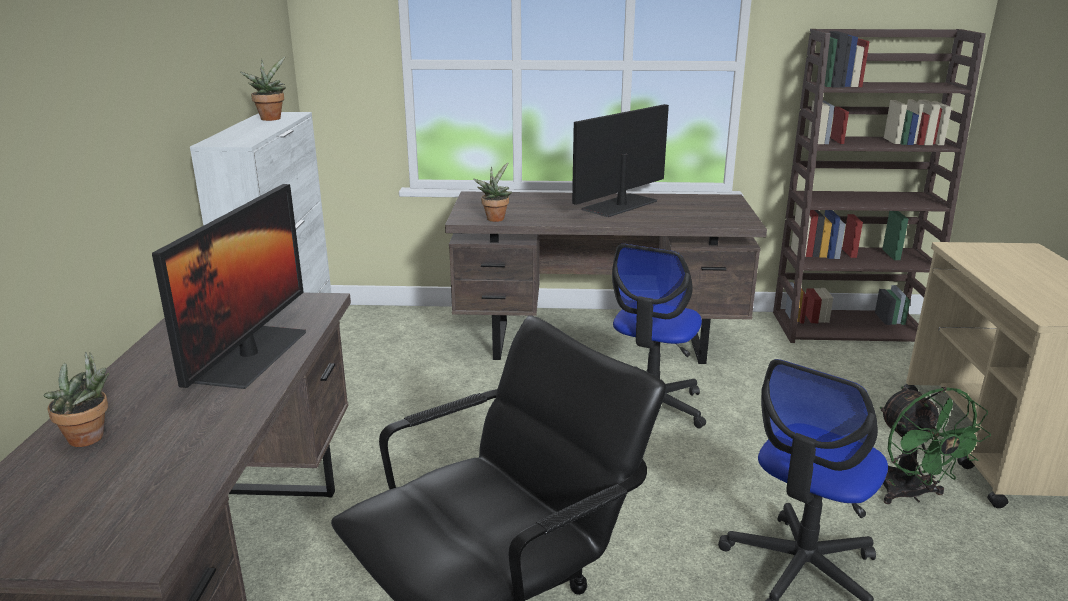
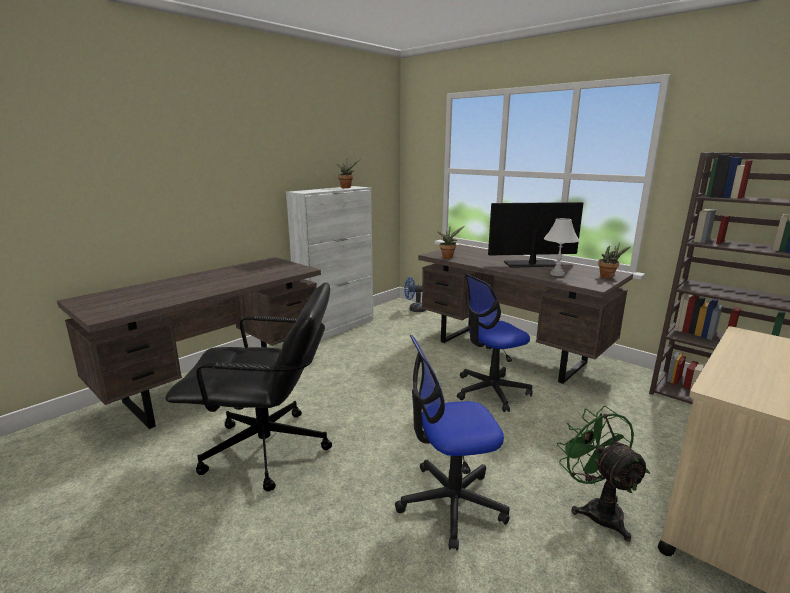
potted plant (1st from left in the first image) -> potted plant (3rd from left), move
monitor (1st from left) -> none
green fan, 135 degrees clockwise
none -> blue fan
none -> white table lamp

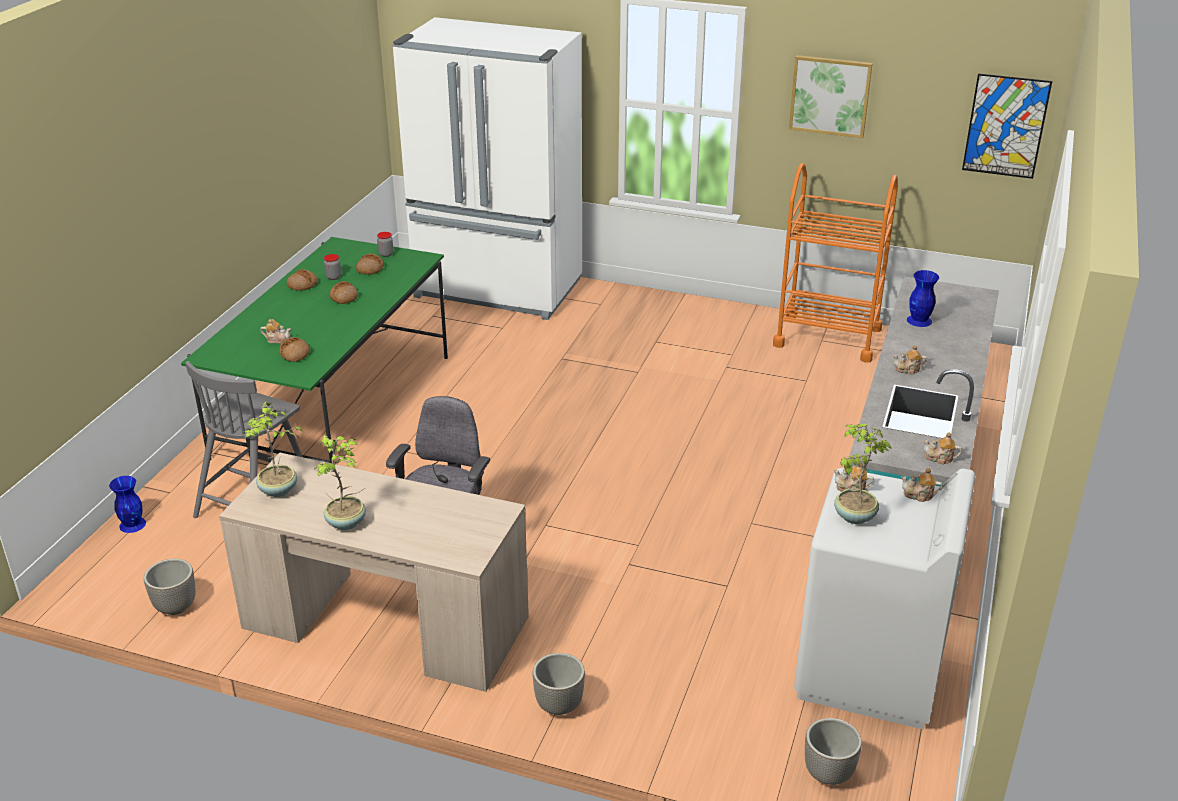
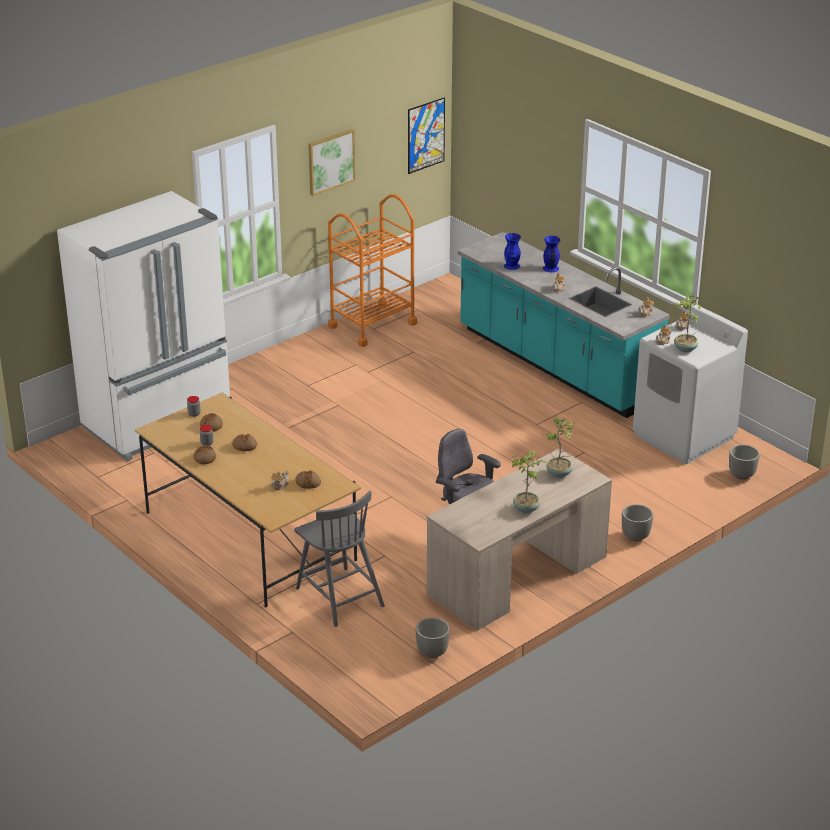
blue vase (1st from left in the first image) -> blue vase (2nd from left), move
green dining table -> beige dining table
potted plant (1st from left in the first image) -> potted plant (2nd from left), move

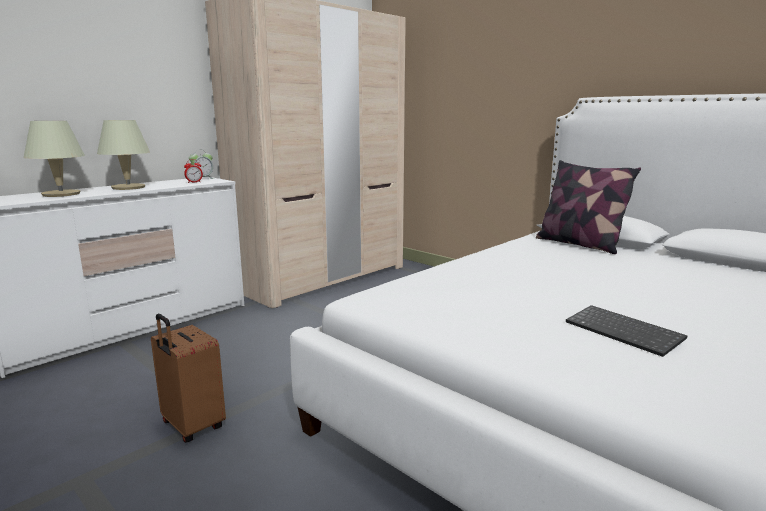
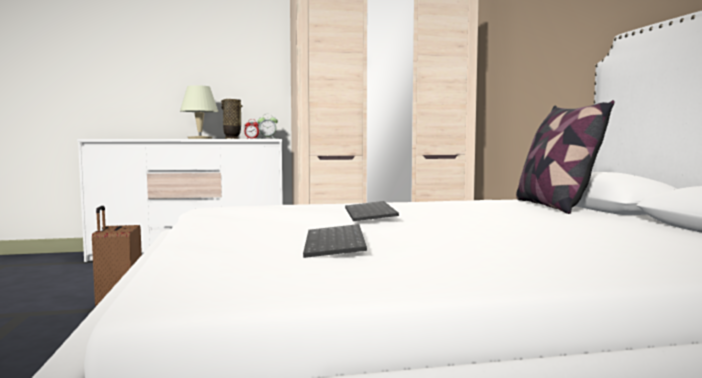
beige table lamp (1st from left) -> none
none -> vase
none -> keyboard (2nd from left)

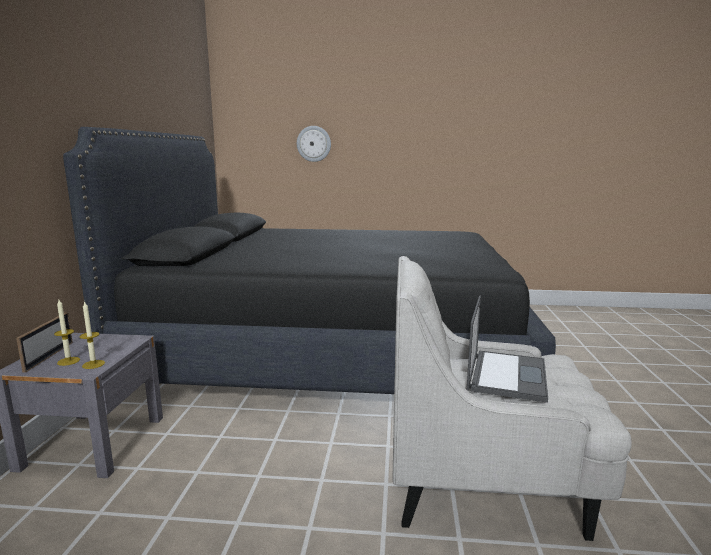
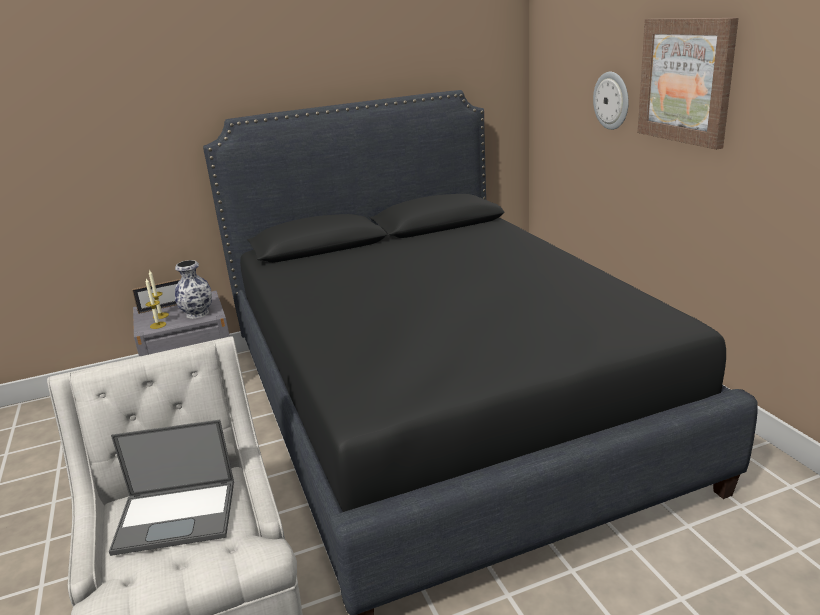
none -> vase
none -> picture

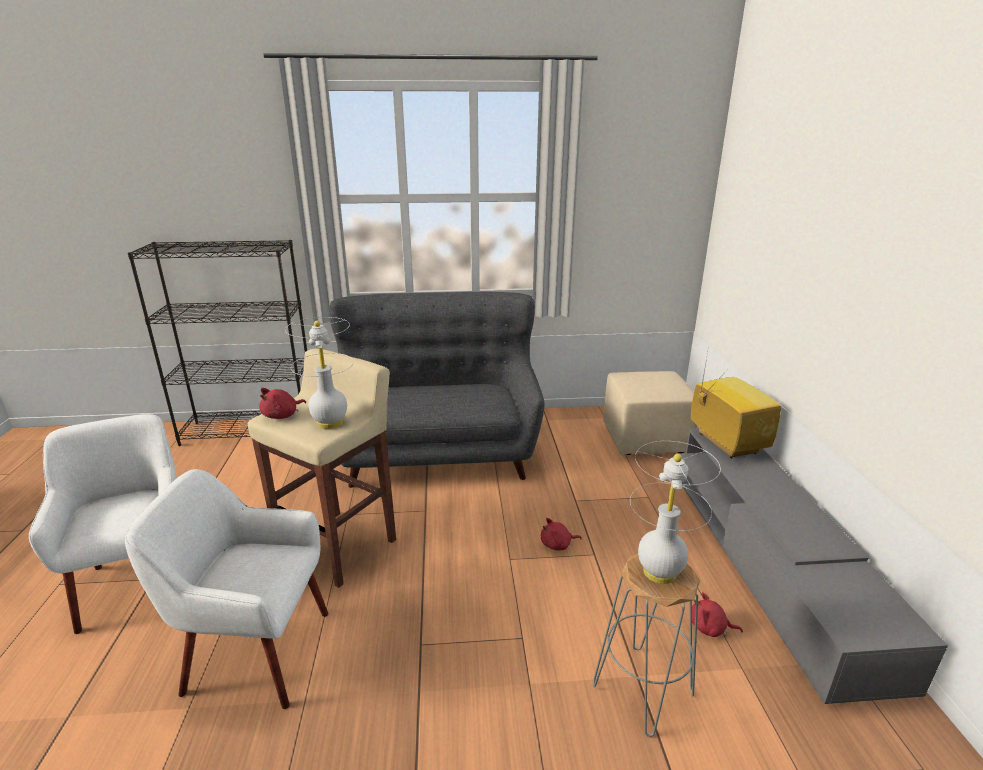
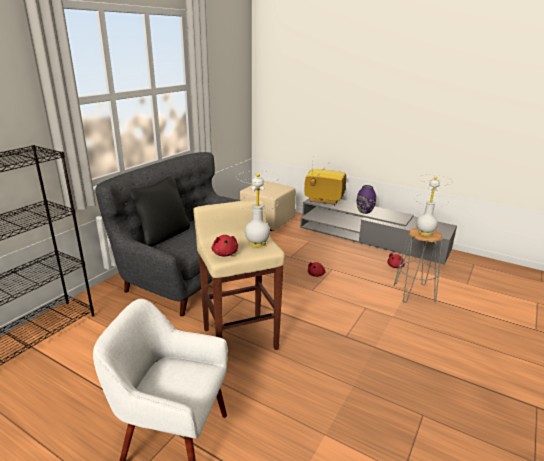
white armchair (2nd from left) -> none
none -> black pillow
none -> purple vase

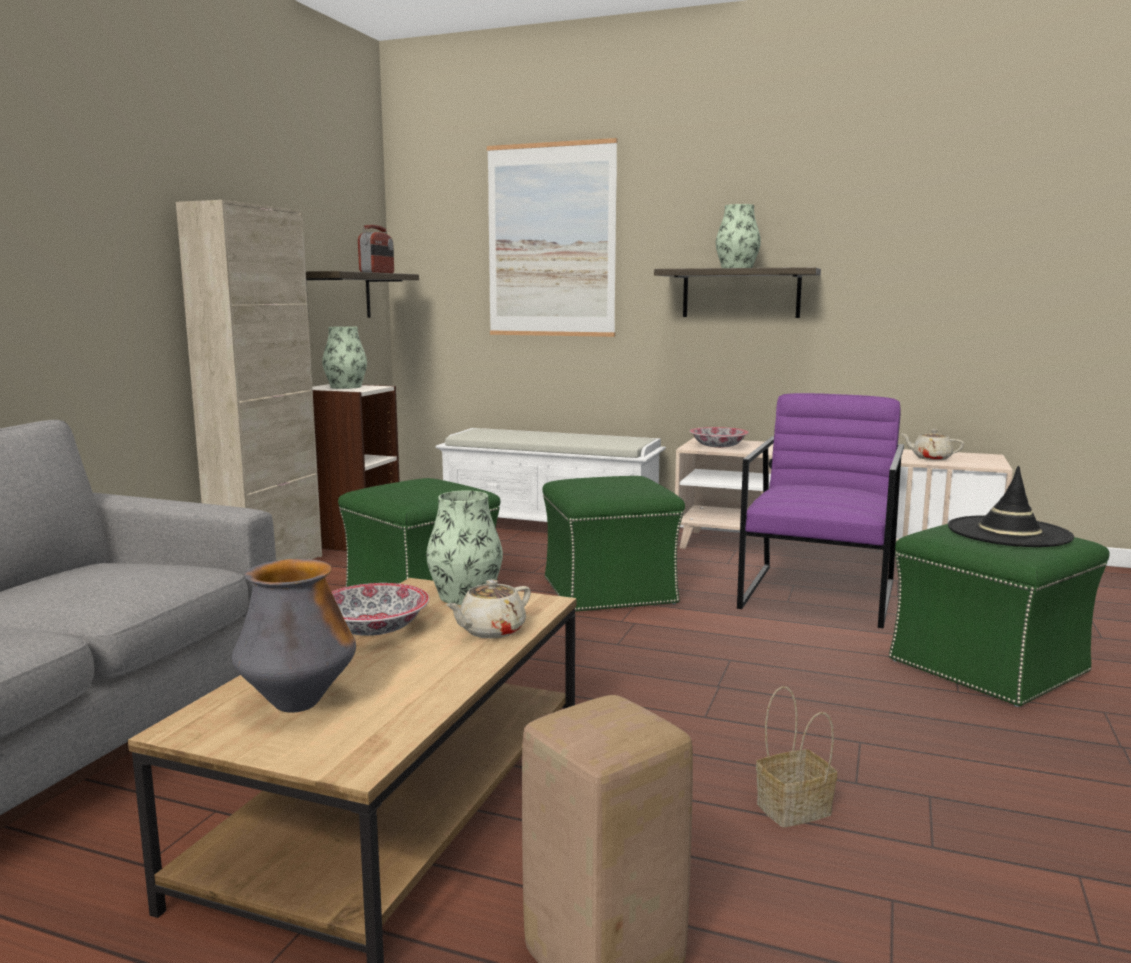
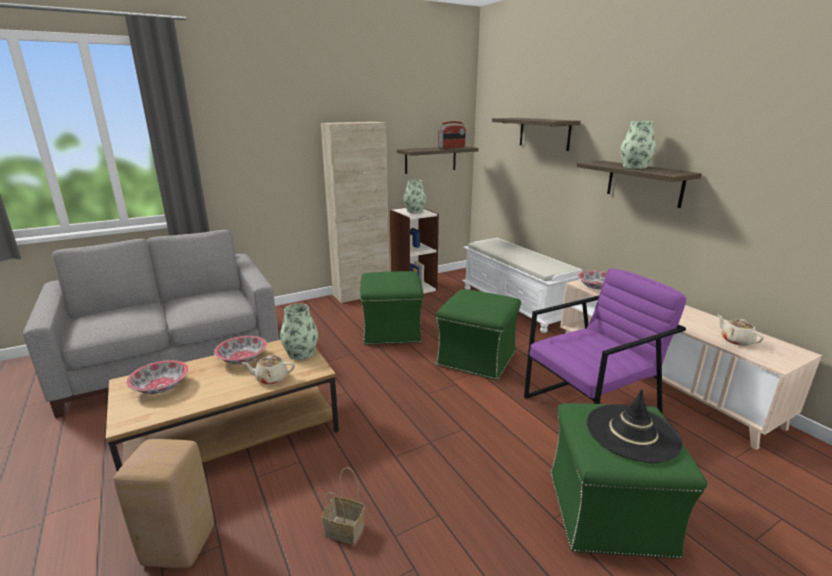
vase (1st from left) -> bowl (1st from left)
picture -> shelf (2nd from left)

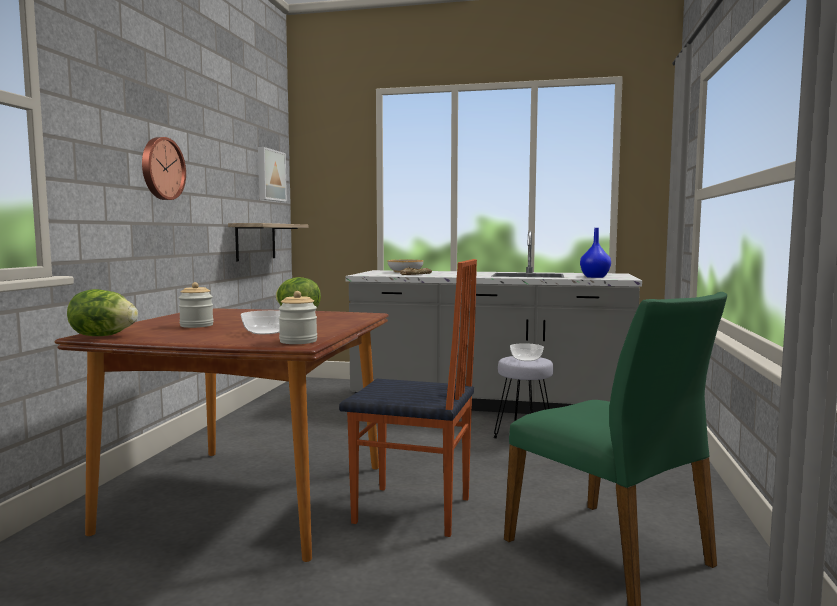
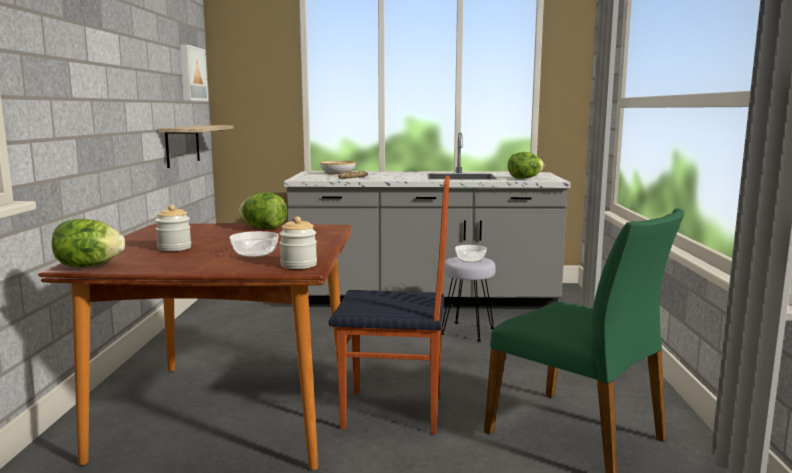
wall clock -> none
blue vase -> lettuce (3rd from left)

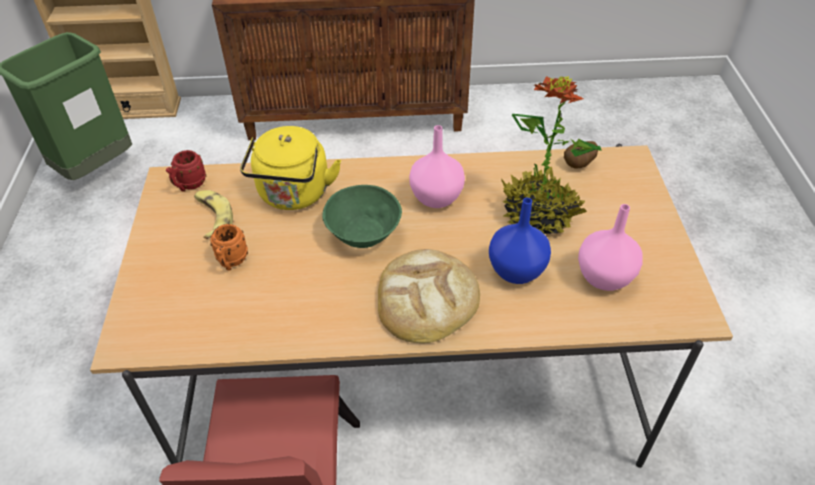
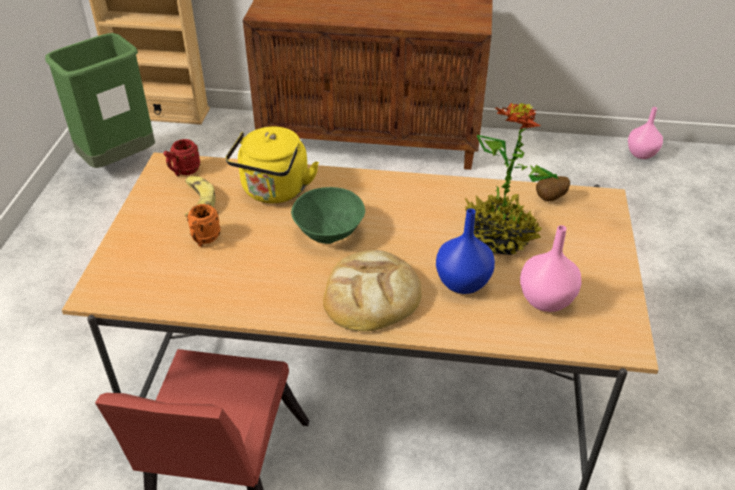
pink vase (1st from left in the first image) -> pink vase (2nd from left), move

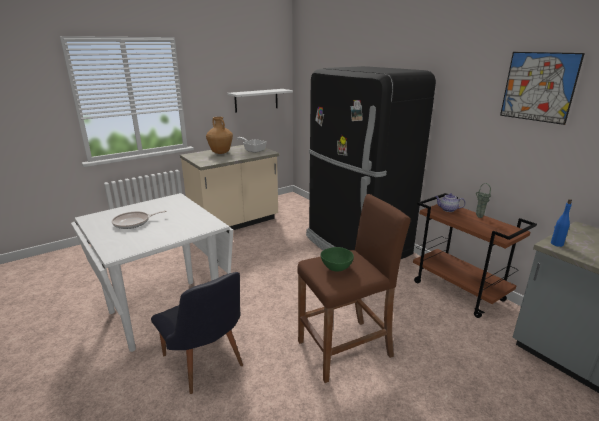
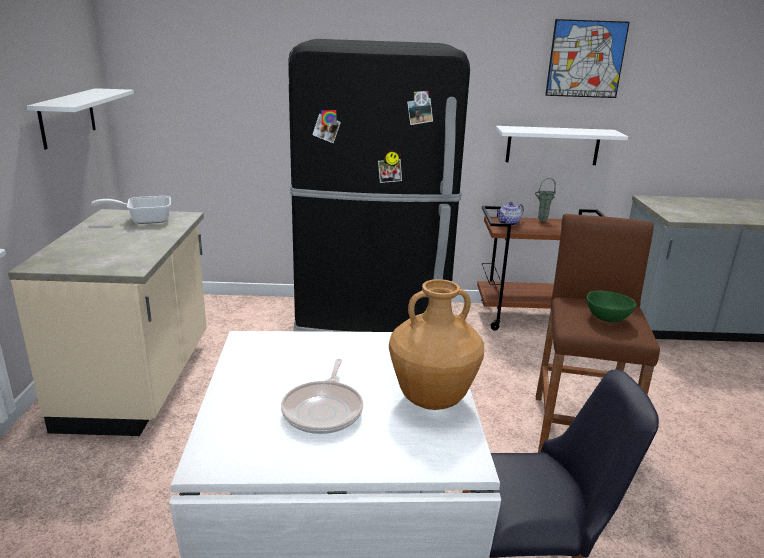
brown vase, move
blue bottle -> none
none -> white shelf (2nd from left)

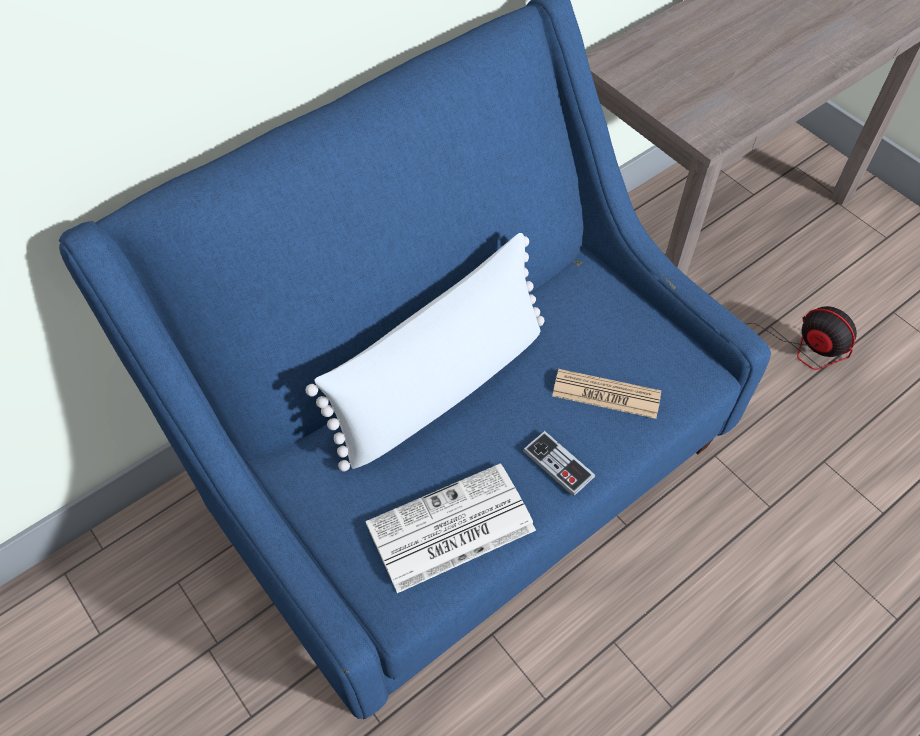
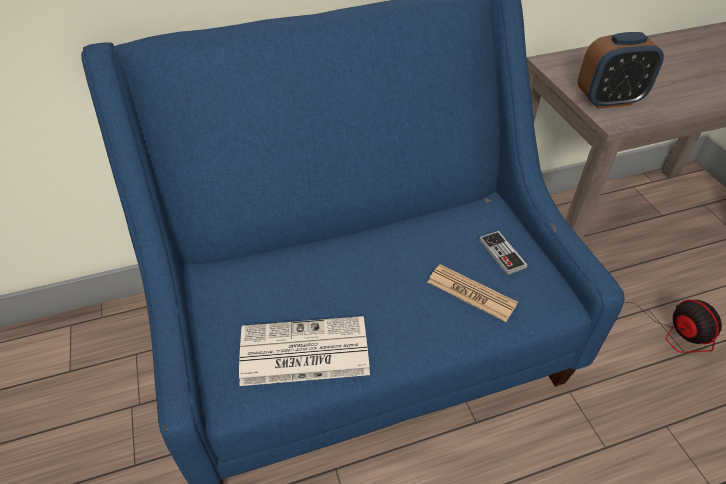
white pillow -> none
game controller, move
none -> alarm clock

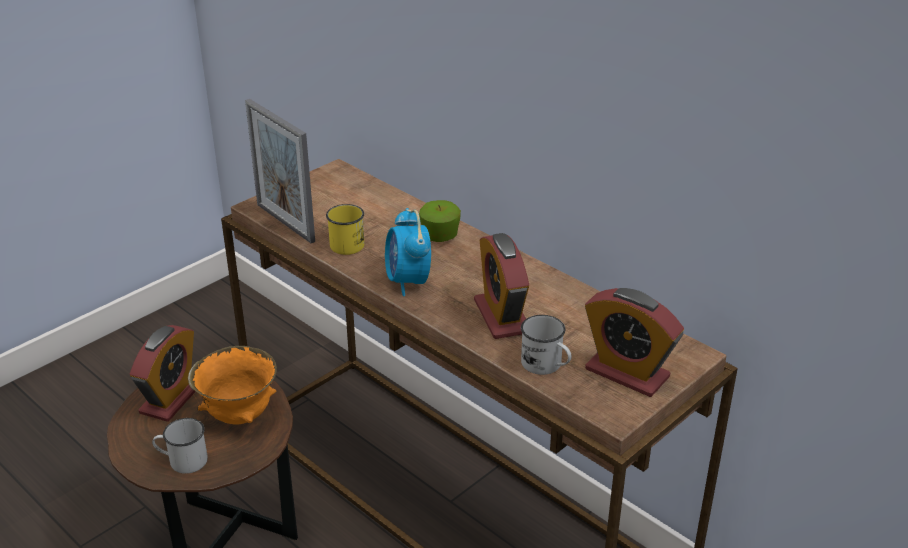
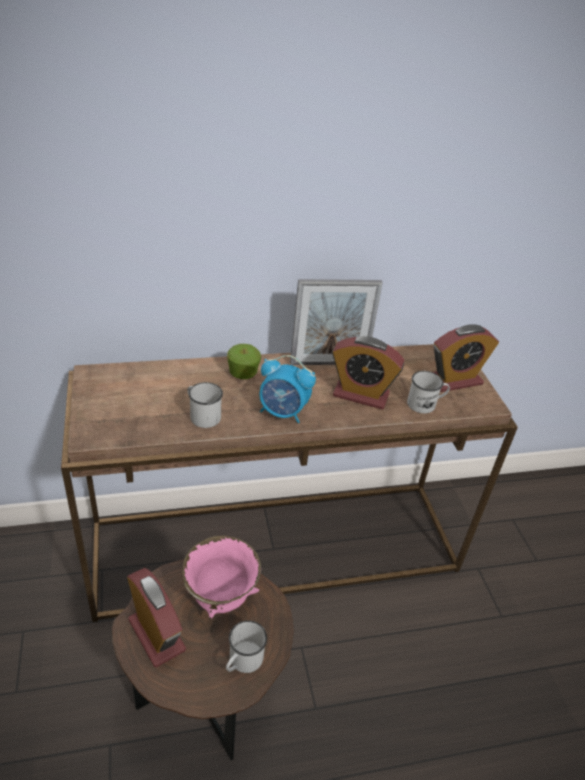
orange bowl -> pink bowl
picture frame, move
yellow mug -> white mug (1st from left)

